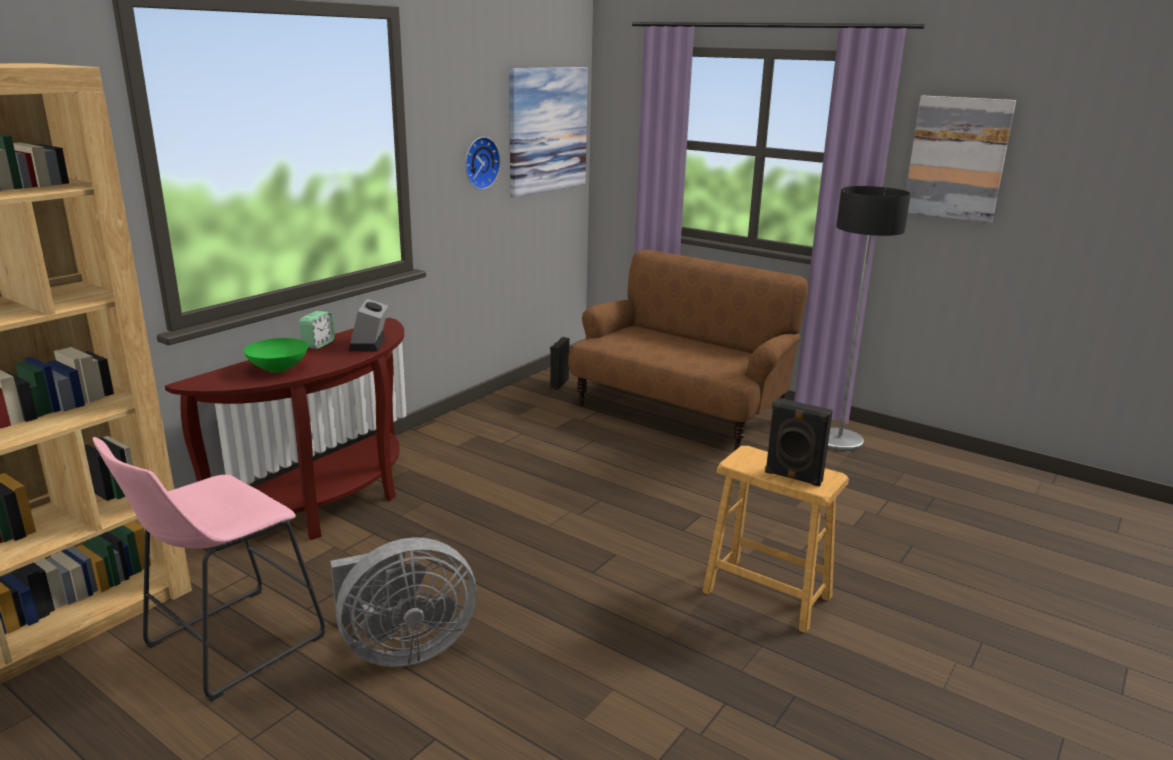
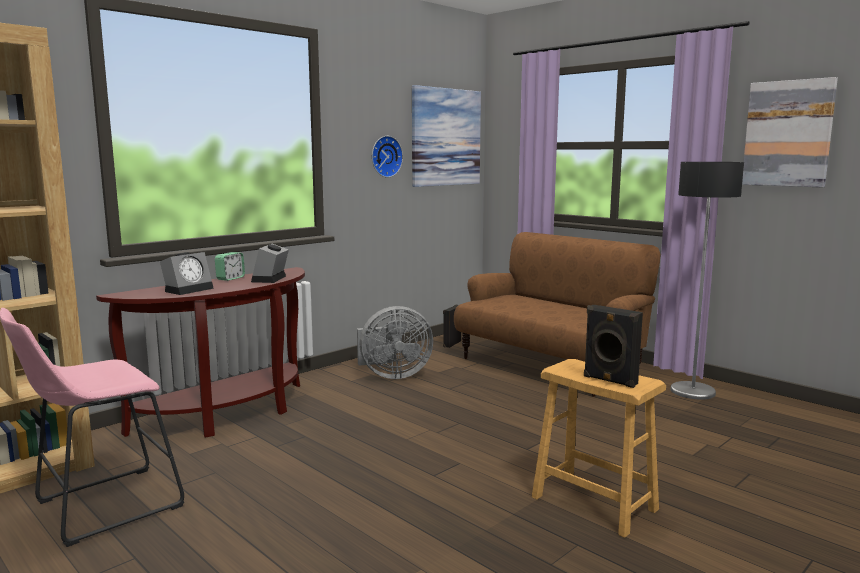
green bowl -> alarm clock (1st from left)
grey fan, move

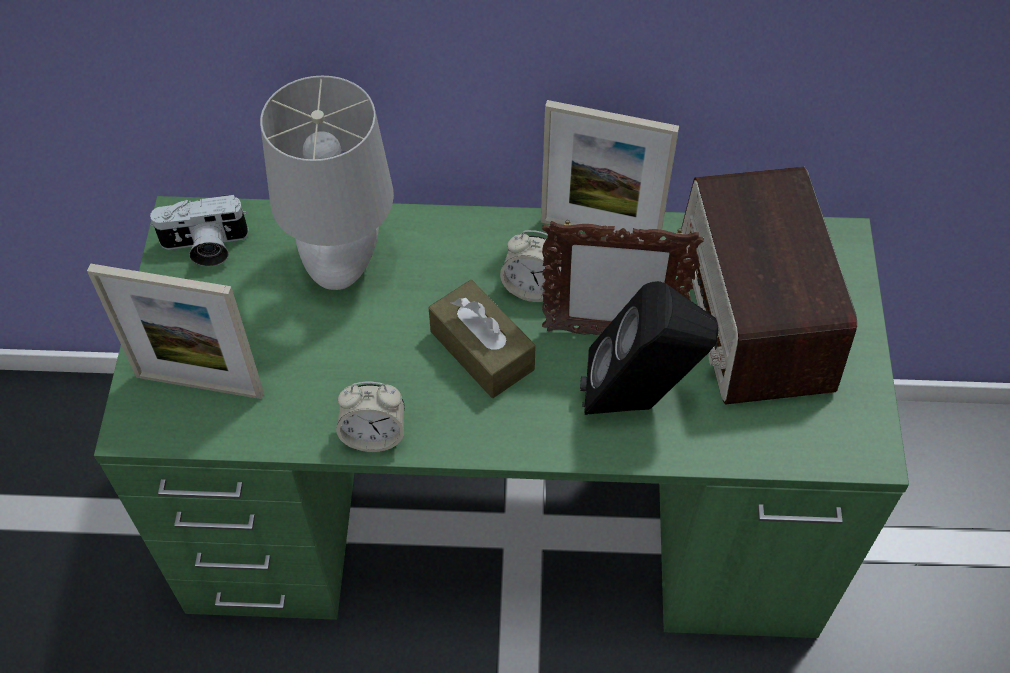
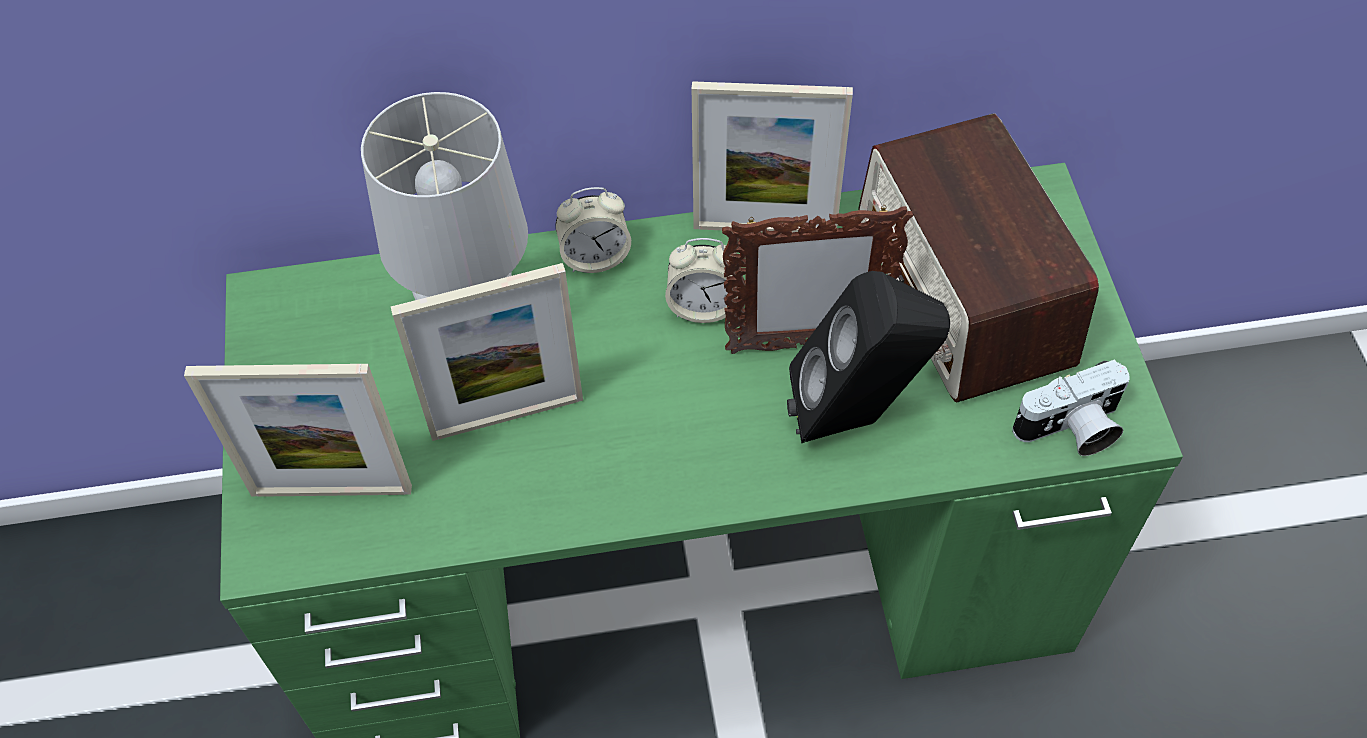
photo camera, move
alarm clock (1st from left), move
brown tissue box -> none
none -> picture frame (2nd from left)

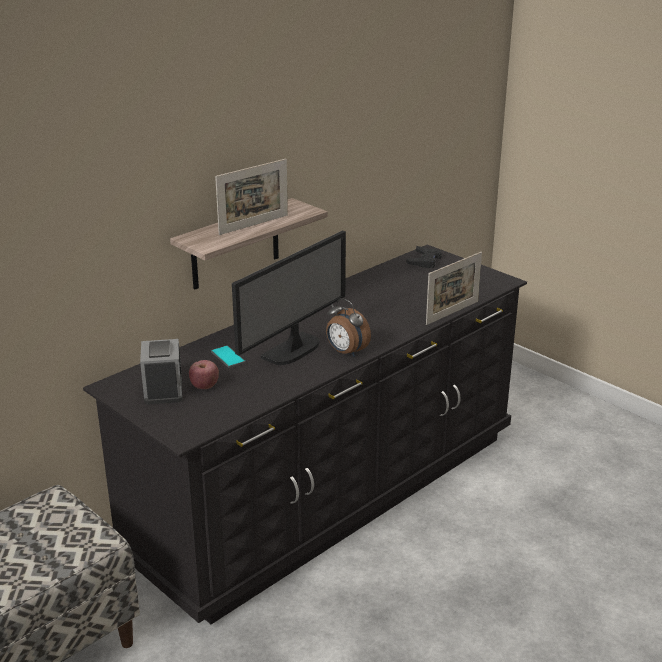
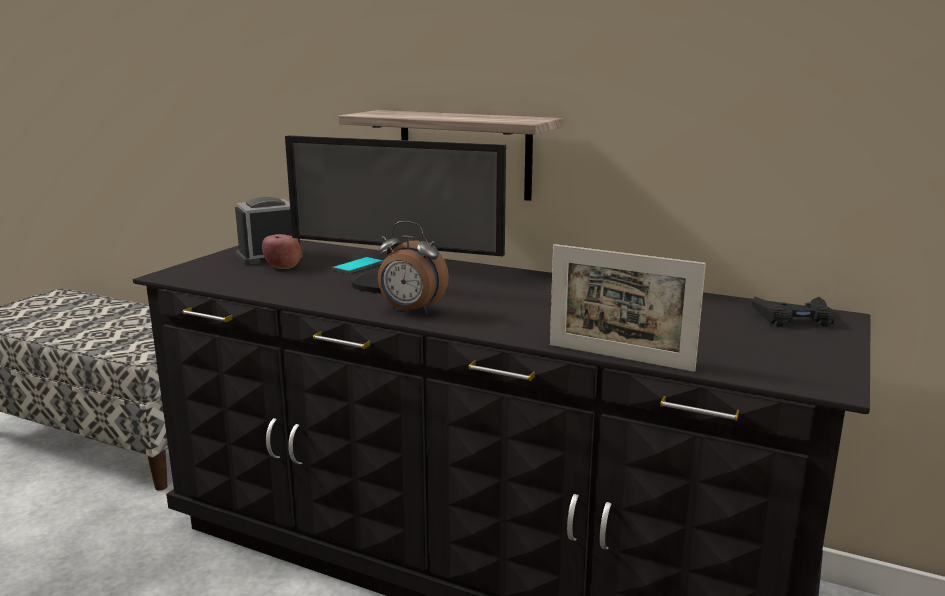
picture frame (1st from left) -> none
alarm clock (2nd from left), 90 degrees counterclockwise

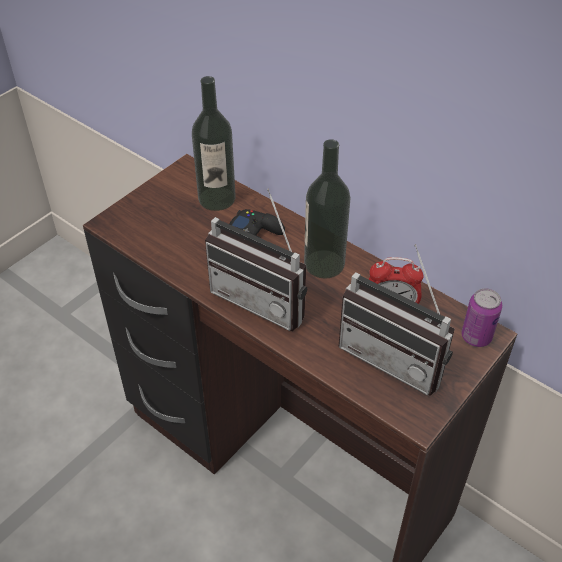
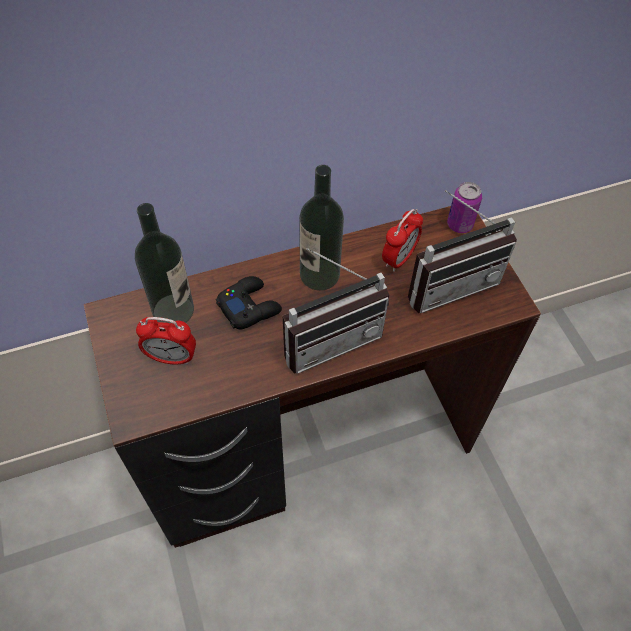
none -> alarm clock (1st from left)

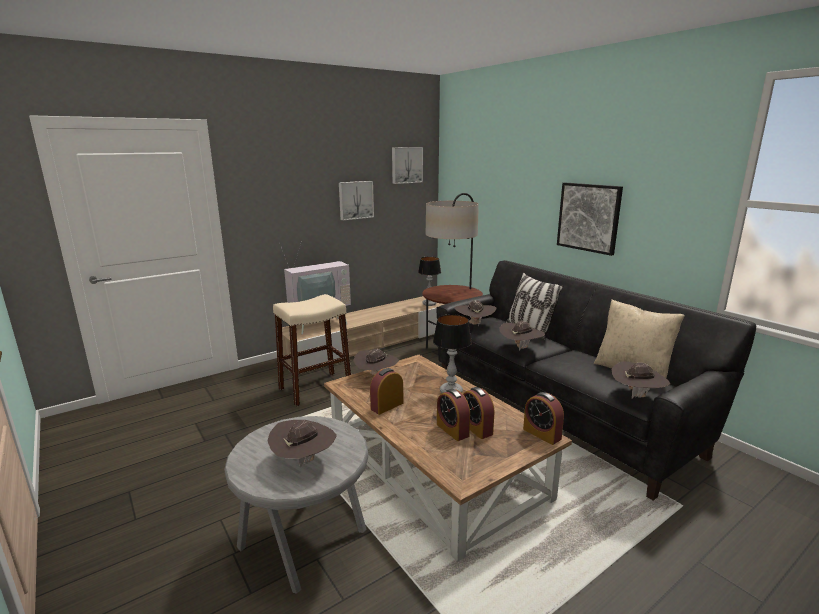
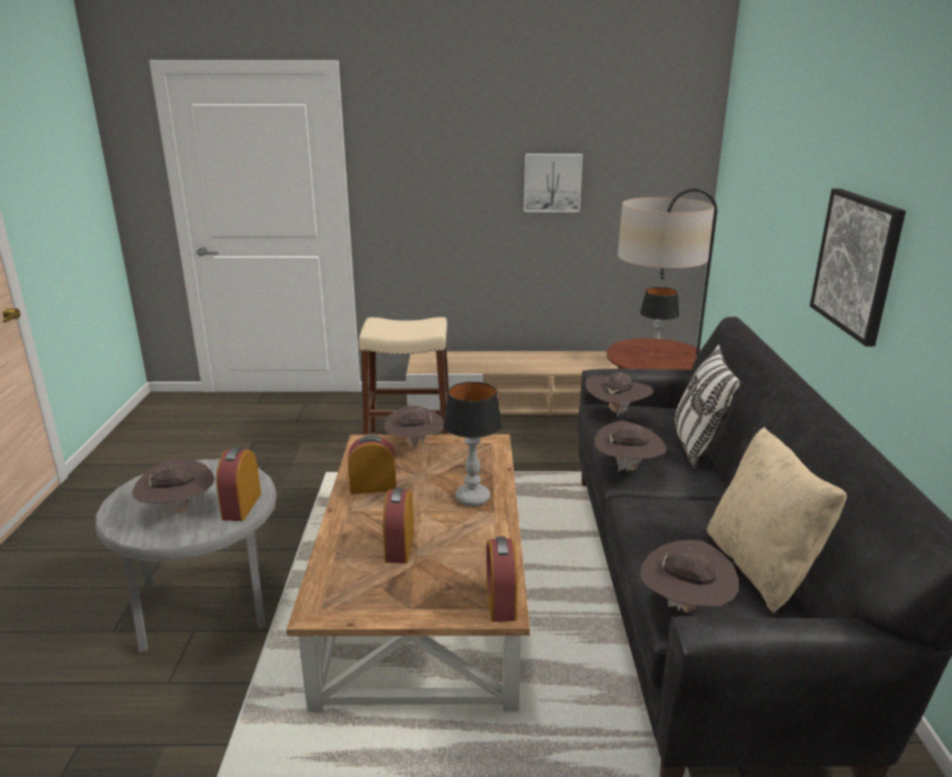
television -> none
picture (2nd from left) -> none
alarm clock (3rd from left in the first image) -> alarm clock (1st from left), move

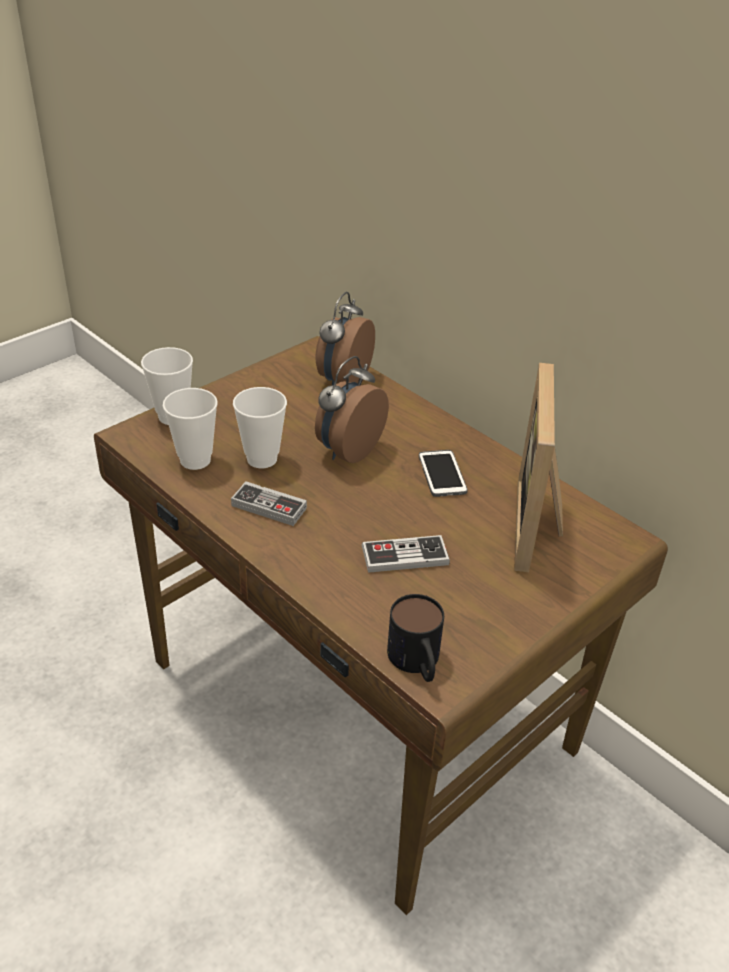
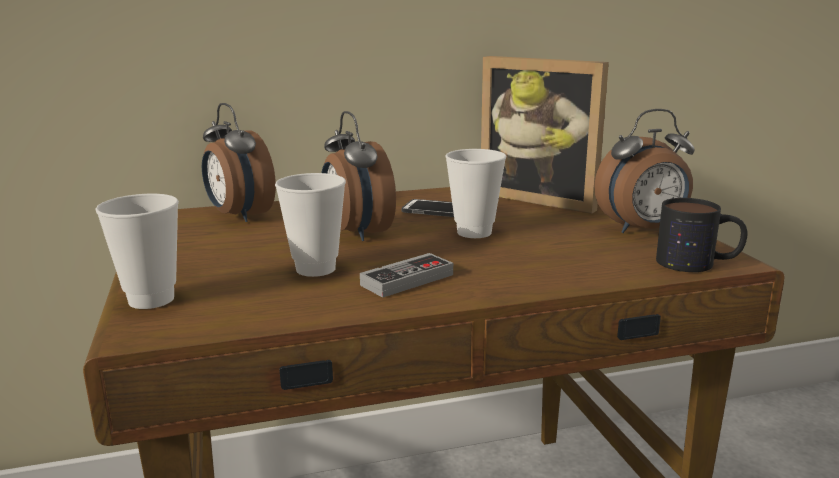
cup (2nd from left in the first image) -> cup (3rd from left), move
game controller (2nd from left) -> none
none -> alarm clock (3rd from left)

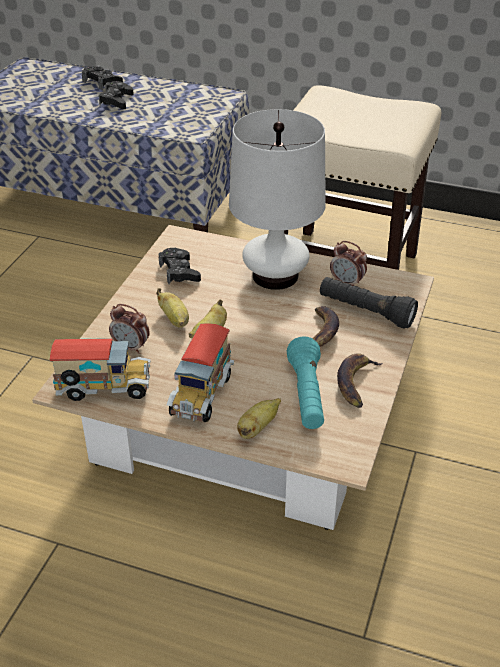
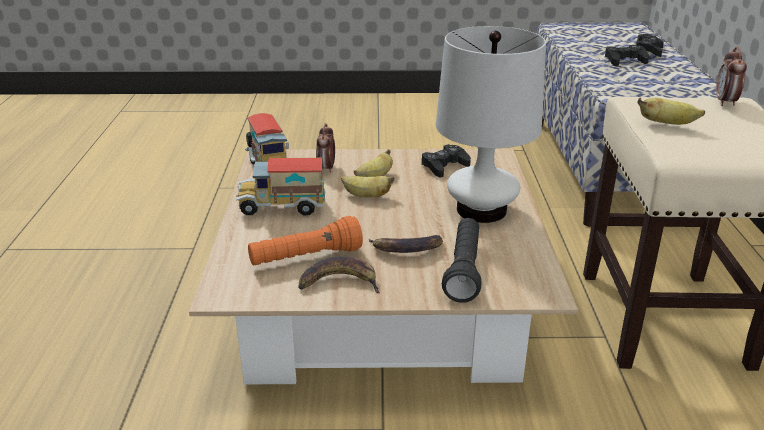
banana (3rd from left in the first image) -> banana (5th from left), move
turquoise flashlight -> orange flashlight
alarm clock (2nd from left), move

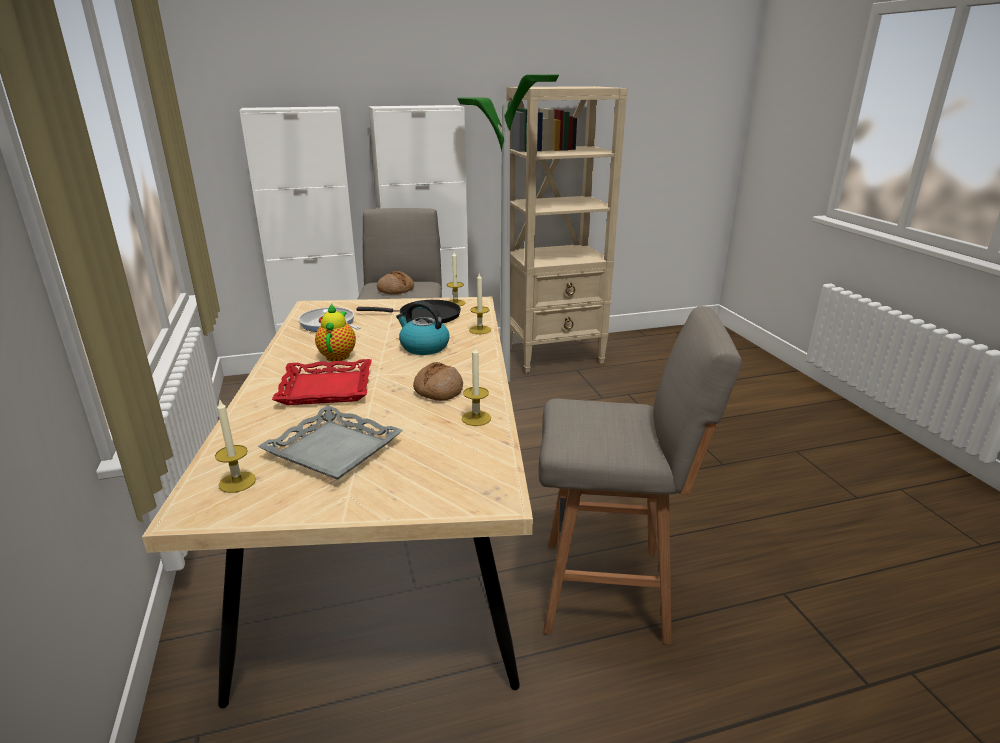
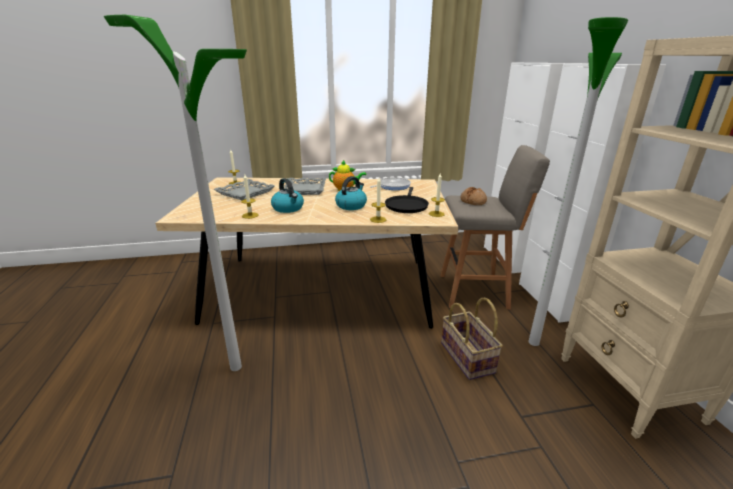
red tray -> grey tray (2nd from left)
bread (2nd from left) -> kettle (1st from left)
grey stool (2nd from left) -> floor lamp (1st from left)
none -> basket

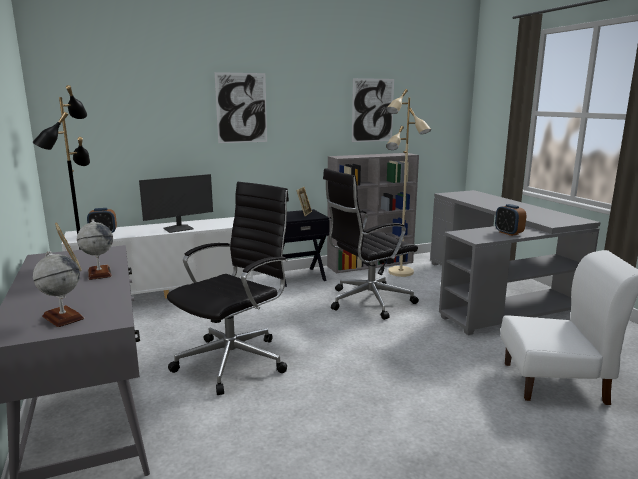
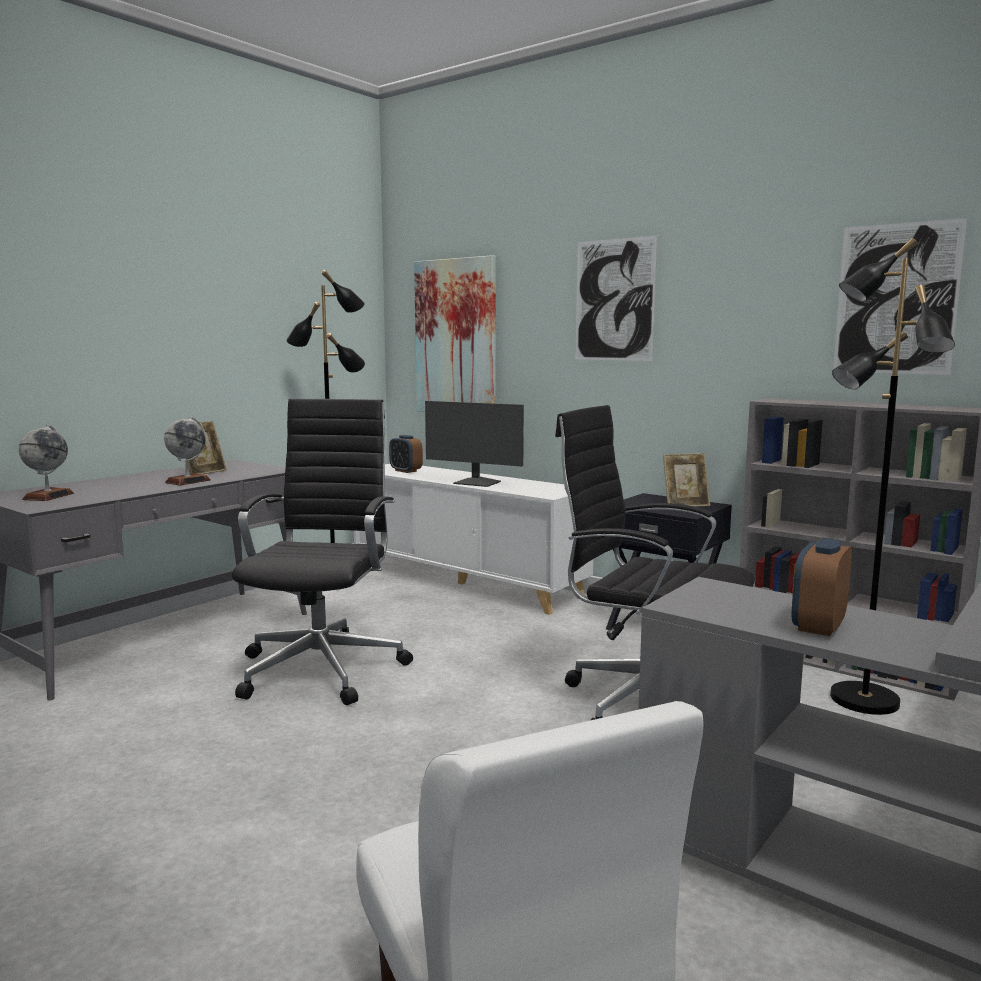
black office chair (1st from left), 90 degrees counterclockwise
beige floor lamp -> black floor lamp (2nd from left)
none -> picture (1st from left)

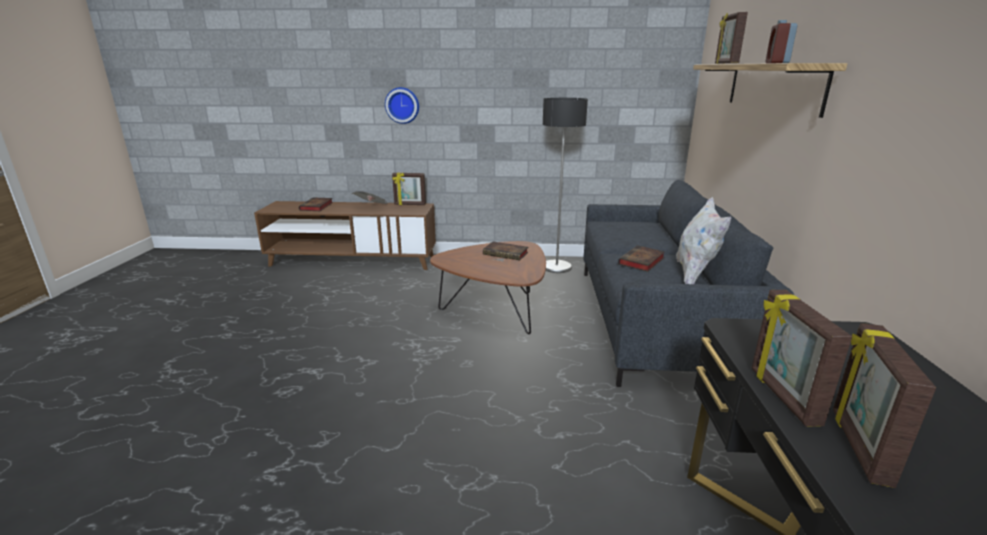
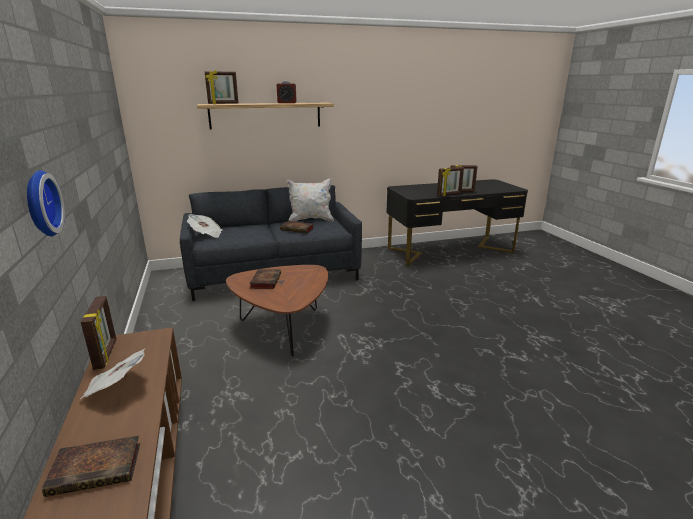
floor lamp -> none
none -> newspaper (2nd from left)

